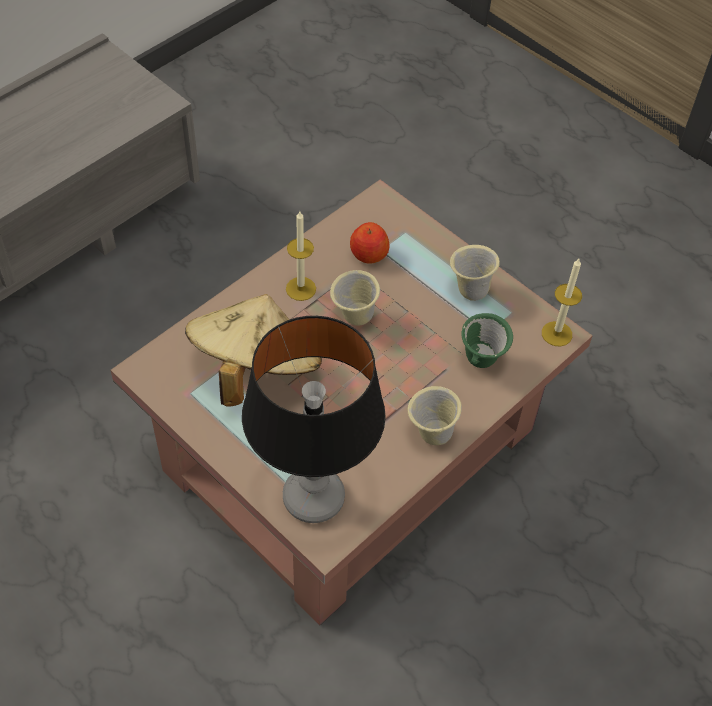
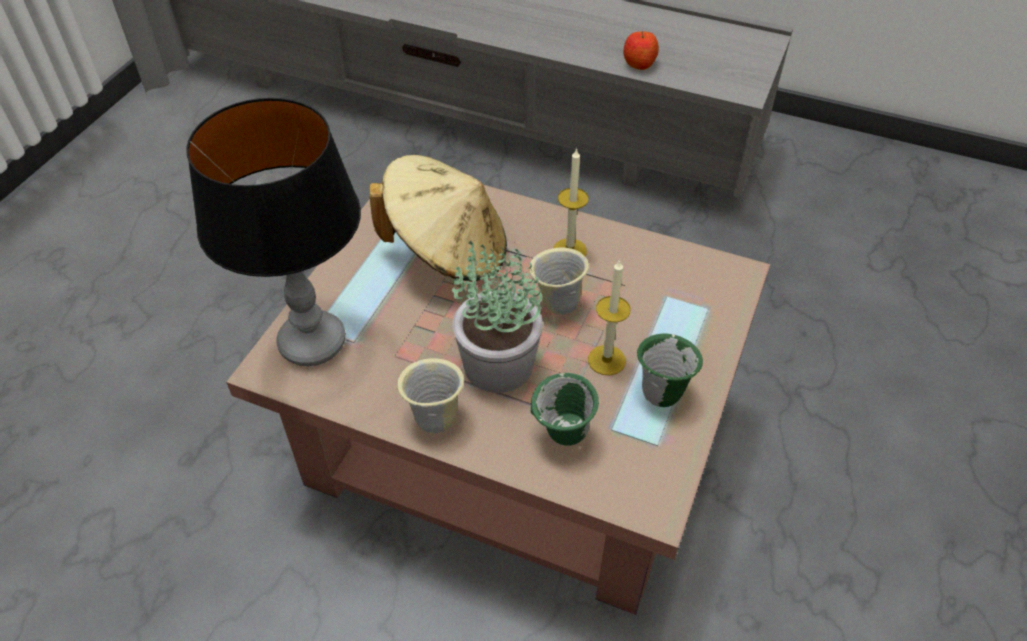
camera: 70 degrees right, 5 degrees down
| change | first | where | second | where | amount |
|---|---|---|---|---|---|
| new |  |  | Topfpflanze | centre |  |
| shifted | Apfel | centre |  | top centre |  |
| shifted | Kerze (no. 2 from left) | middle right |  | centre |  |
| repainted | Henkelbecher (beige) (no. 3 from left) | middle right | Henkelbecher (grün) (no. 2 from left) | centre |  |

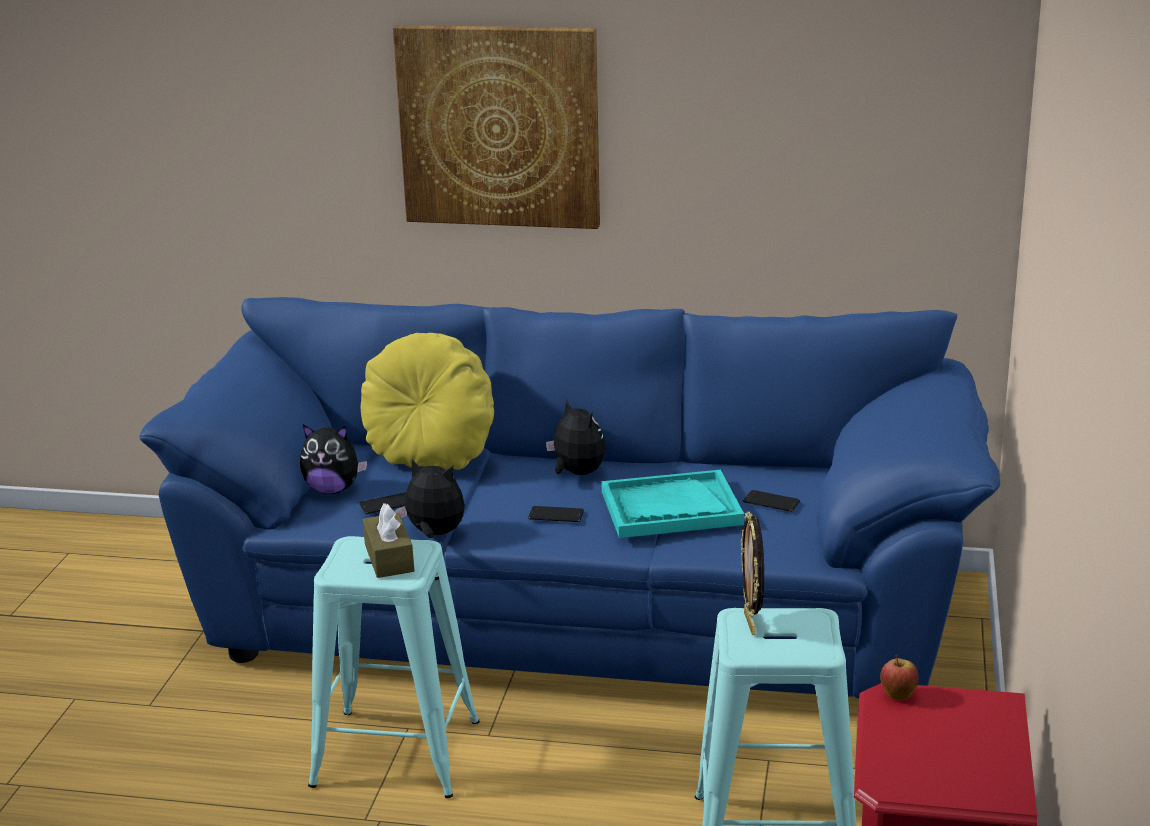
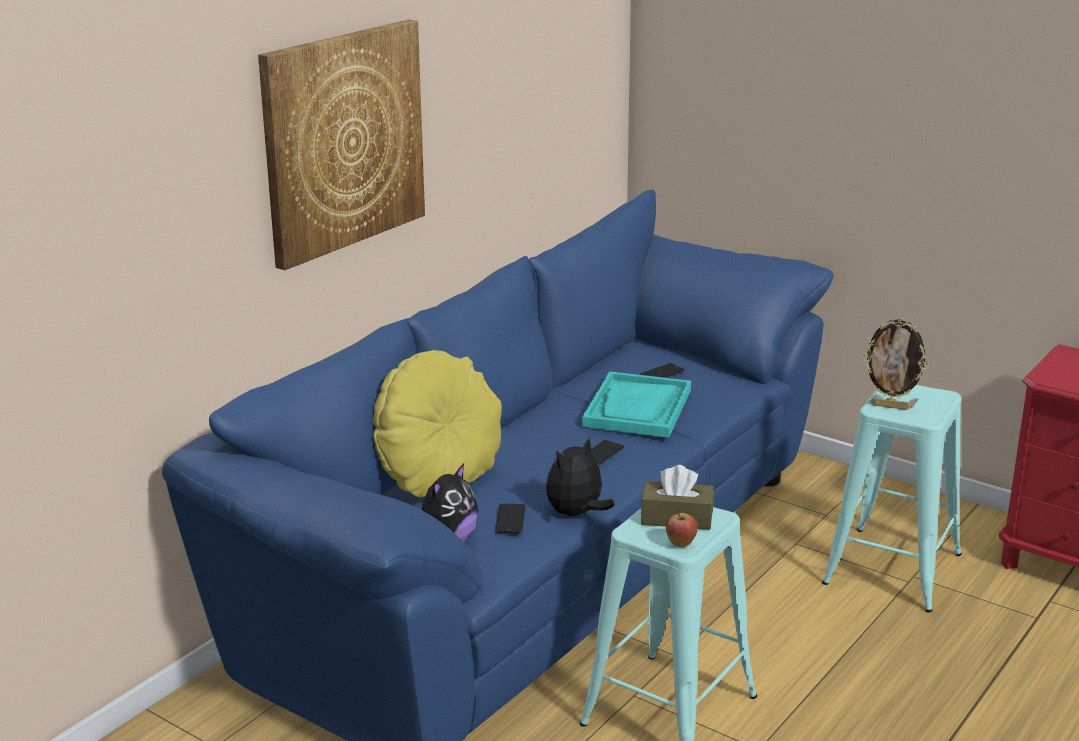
camera: 65 degrees left, 0 degrees up
| change | first | where | second | where | amount |
|---|---|---|---|---|---|
| gone | Plüschtier (no. 3 from left) | centre |  |  |  |
| shifted | Apfel | bottom right |  | bottom centre |  |

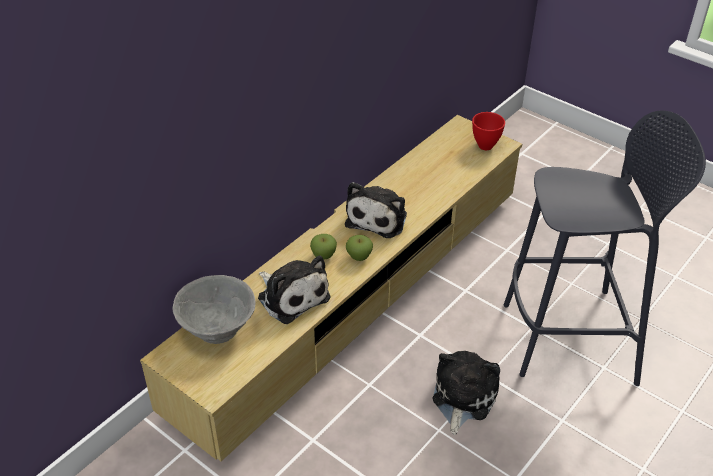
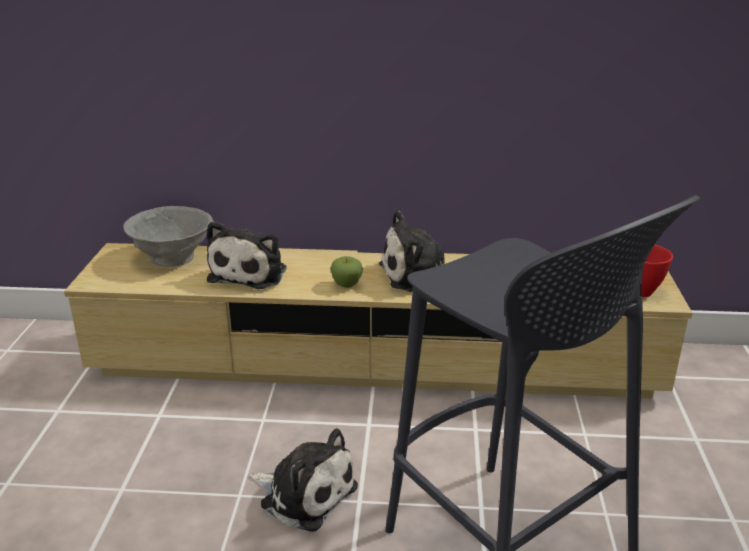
camera: 55 degrees right, 15 degrees down
| change | first | where | second | where | amount |
|---|---|---|---|---|---|
| gone | Apfel (no. 1 from left) | centre |  |  |  |
| rotated | Plüschtier (no. 3 from left in the first image) | bottom centre | Plüschtier (no. 2 from left) | bottom centre | 45 degrees clockwise |

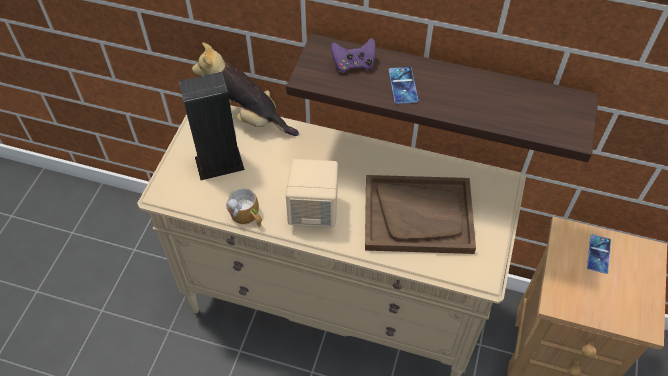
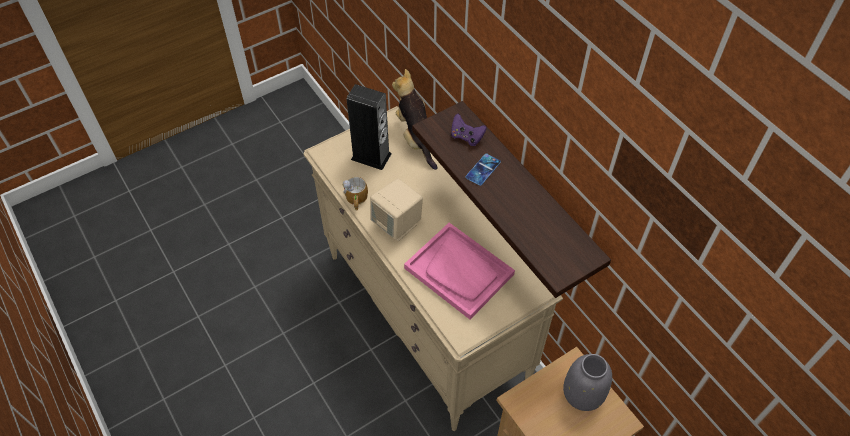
camera: 40 degrees right, 0 degrees up
| change | first | where | second | where | amount |
|---|---|---|---|---|---|
| swapped | Handy (no. 2 from left) | bottom right | Vase (grau) | bottom right |  |
| repainted | Tablett (braun) | centre | Tablett (rosa) | centre |  |

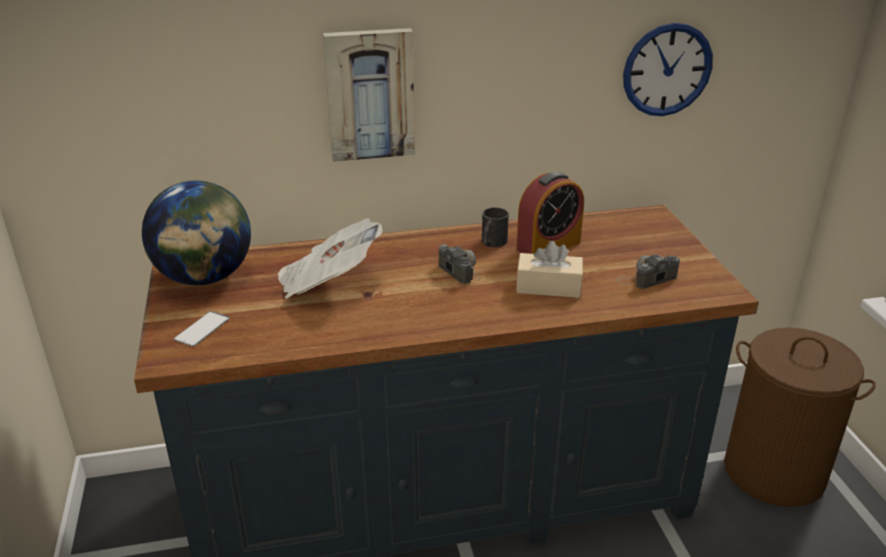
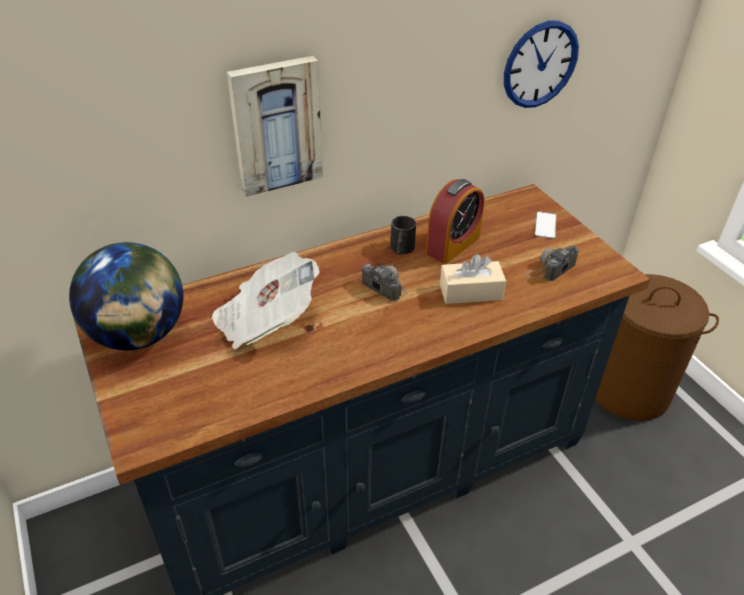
camera: 15 degrees left, 10 degrees up
| change | first | where | second | where | amount |
|---|---|---|---|---|---|
| shifted | Handy | middle left |  | middle right |  |

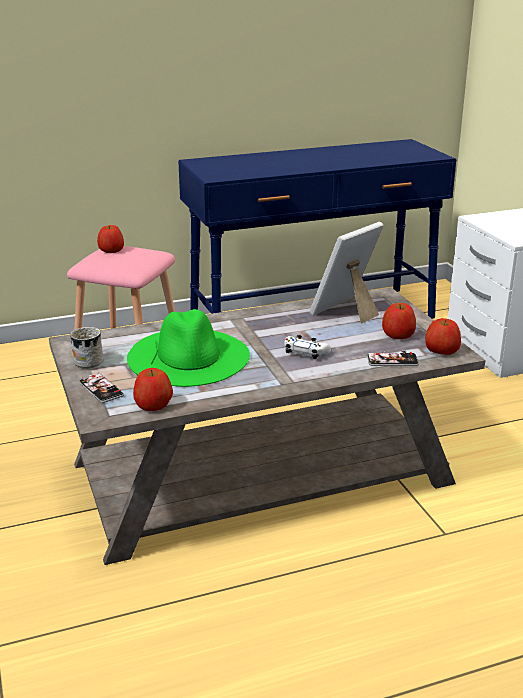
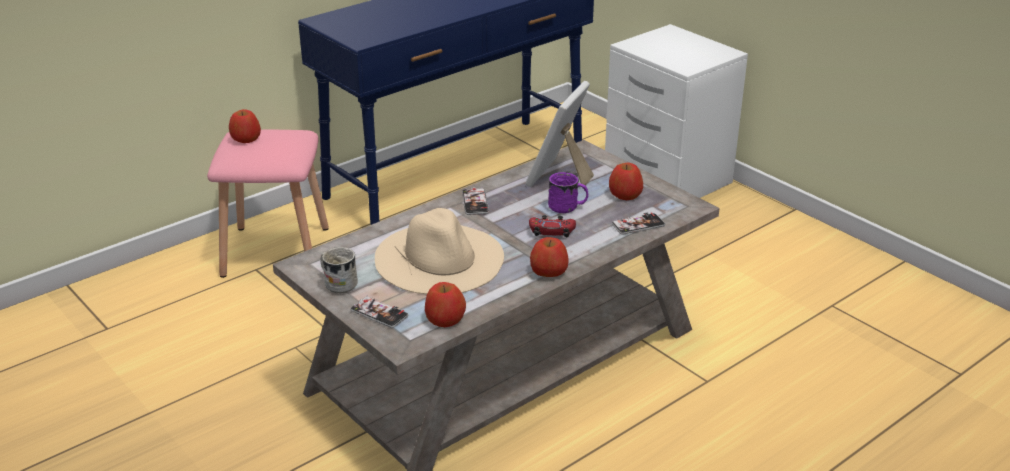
camera: 20 degrees left, 5 degrees up
| change | first | where | second | where | amount |
|---|---|---|---|---|---|
| new |  |  | Handy (no. 2 from left) | centre |  |
| new |  |  | Henkelbecher (lila) | centre |  |
| shifted | Apfel (no. 4 from left in the first image) | middle right | Apfel (no. 3 from left) | centre |  |
| repainted | Hut (grün) | centre | Hut (beige) | centre |  |
| repainted | Gamepad (weiß) | centre | Gamepad (rot) | centre |  |

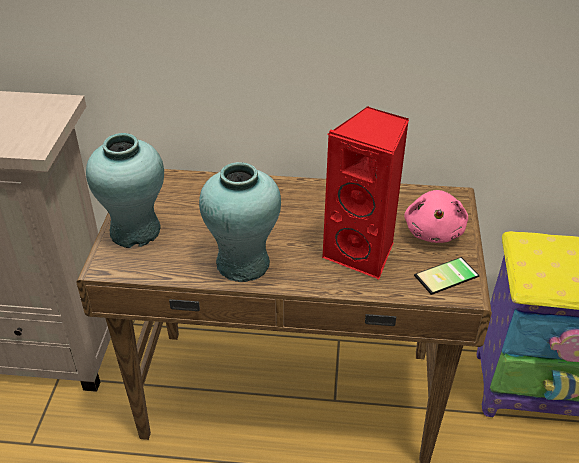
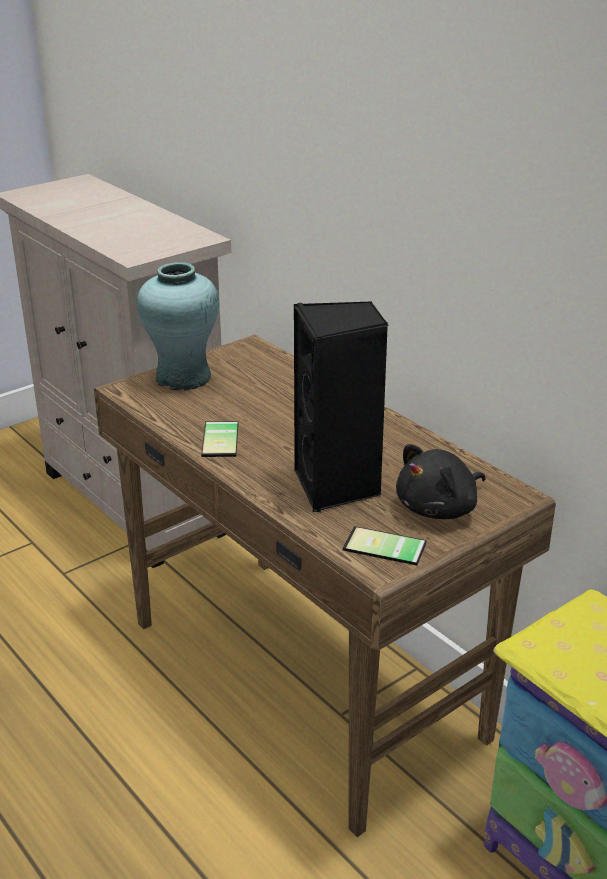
camera: 45 degrees right, 10 degrees down
| change | first | where | second | where | amount |
|---|---|---|---|---|---|
| swapped | Vase (türkis) (no. 2 from left) | centre | Handy (no. 1 from left) | centre |  |
| repainted | Lautsprecher (rot) | centre | Lautsprecher (schwarz) | centre |  |
| repainted | Plüschtier (rosa) | middle right | Plüschtier (schwarz) | middle right |  |

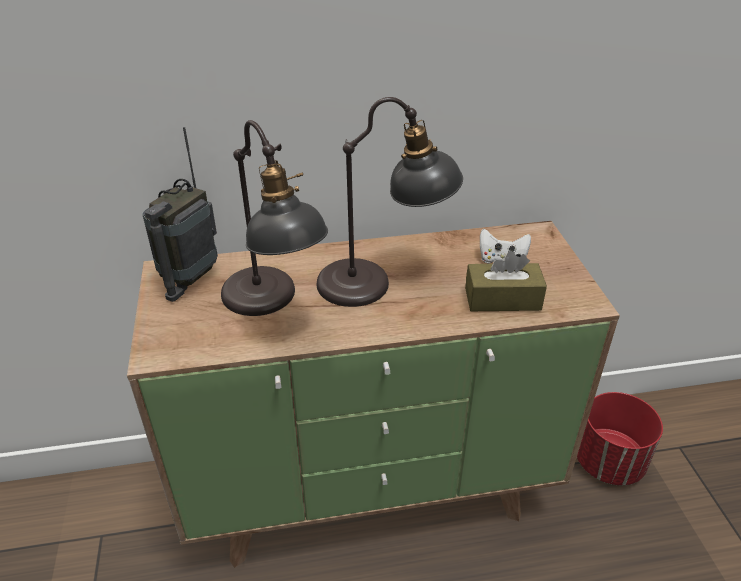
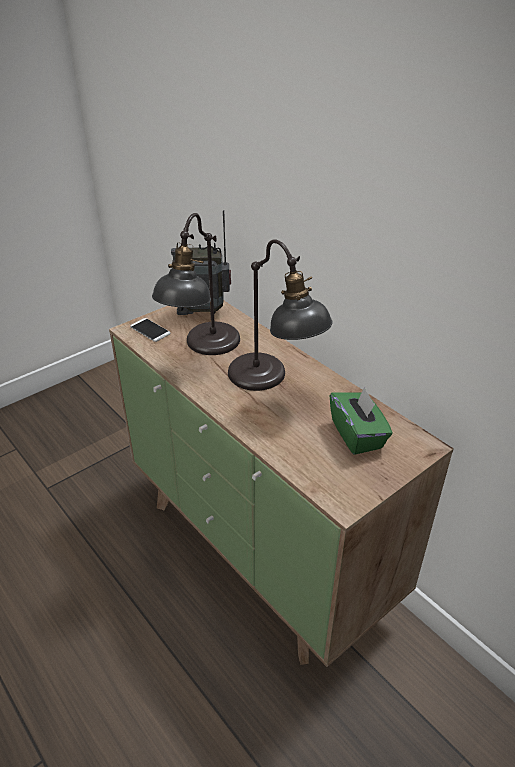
camera: 60 degrees right, 0 degrees up
| change | first | where | second | where | amount |
|---|---|---|---|---|---|
| gone | Taschentuchbox (braun) | middle right |  |  |  |
| gone | Pflanzkübel (rot) | bottom right |  |  |  |
| new |  |  | Handy | middle left |  |
| swapped | Gamepad (weiß) | middle right | Taschentuchbox (grün) | middle right |  |

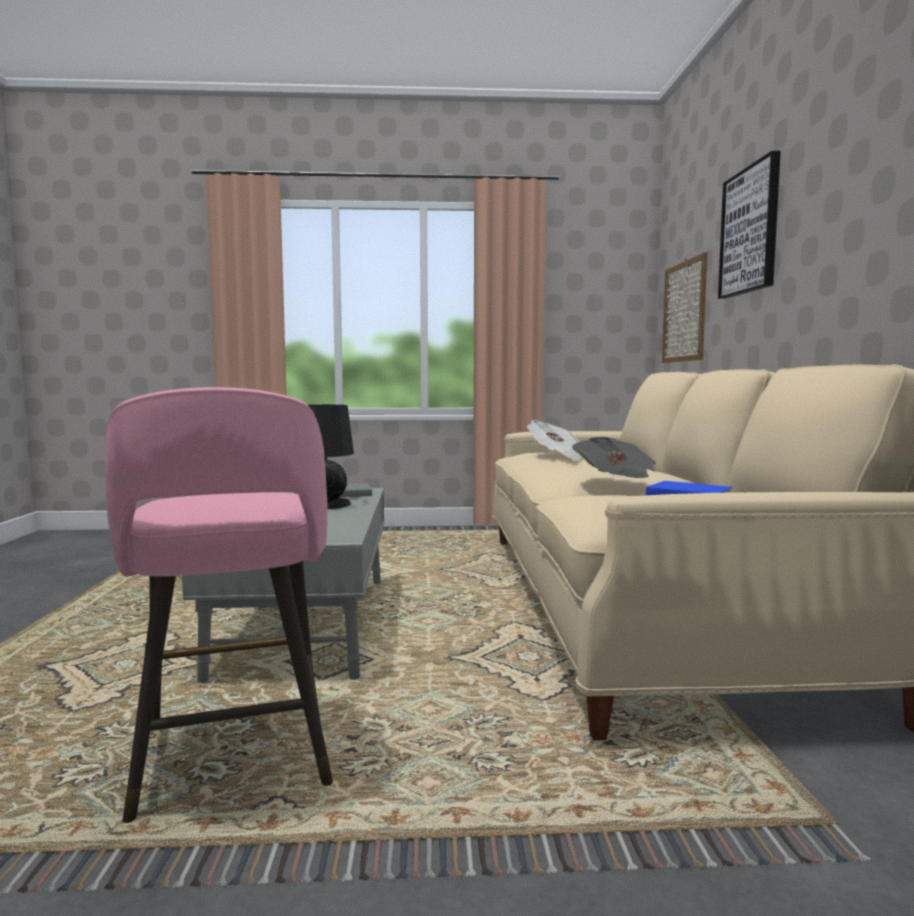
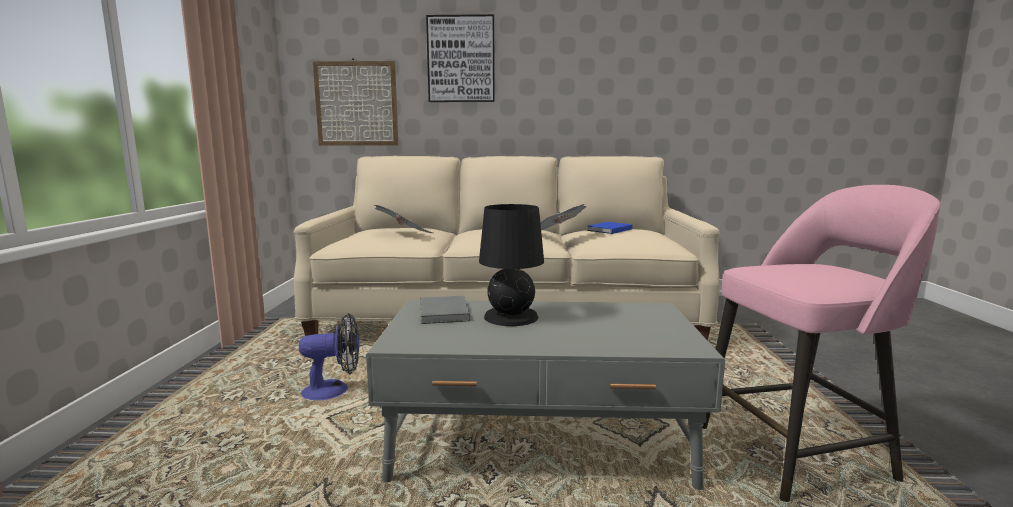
camera: 85 degrees left, 5 degrees up
| change | first | where | second | where | amount |
|---|---|---|---|---|---|
| new |  |  | Ventilator | bottom left |  |

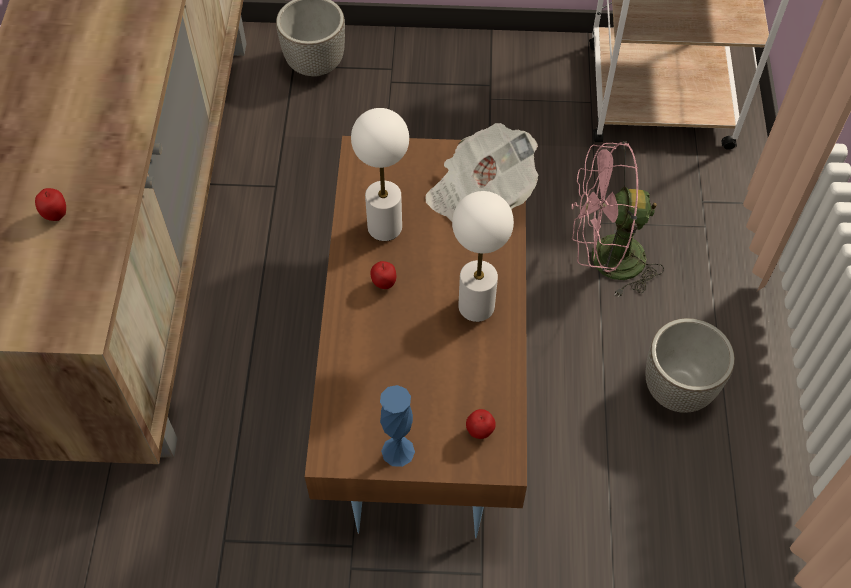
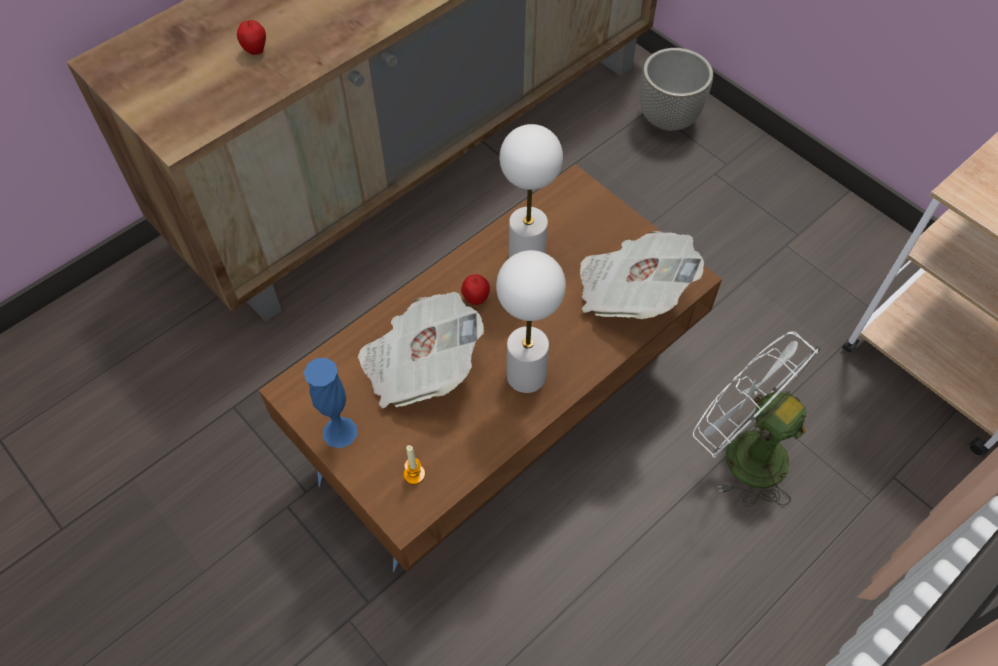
camera: 45 degrees right, 0 degrees up
| change | first | where | second | where | amount |
|---|---|---|---|---|---|
| gone | Pflanzkübel (no. 2 from left) | middle right |  |  |  |
| new |  |  | Zeitung (no. 1 from left) | centre |  |
| swapped | Apfel (no. 3 from left) | bottom centre | Kerze | bottom centre |  |
| repainted | Ventilator (rosa) | middle right | Ventilator (weiß) | middle right |  |

